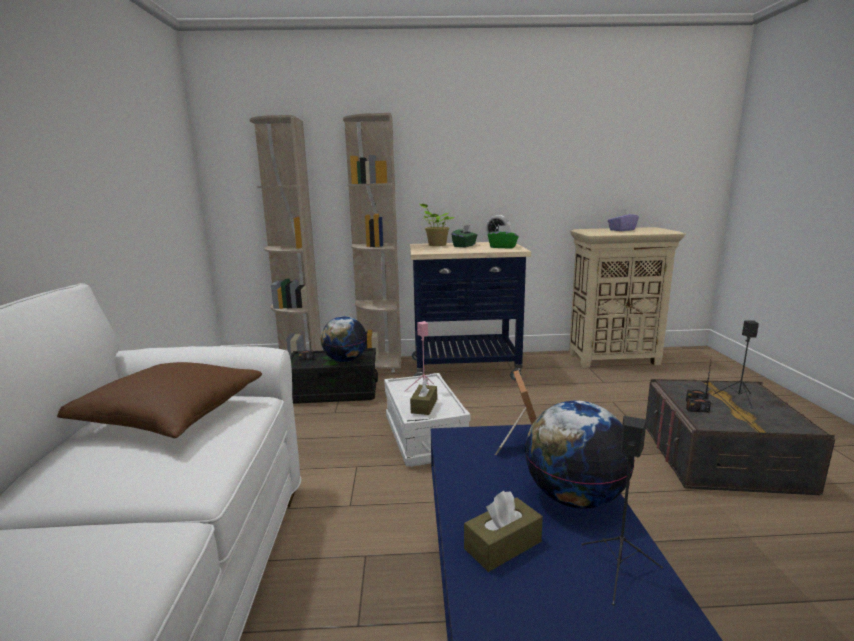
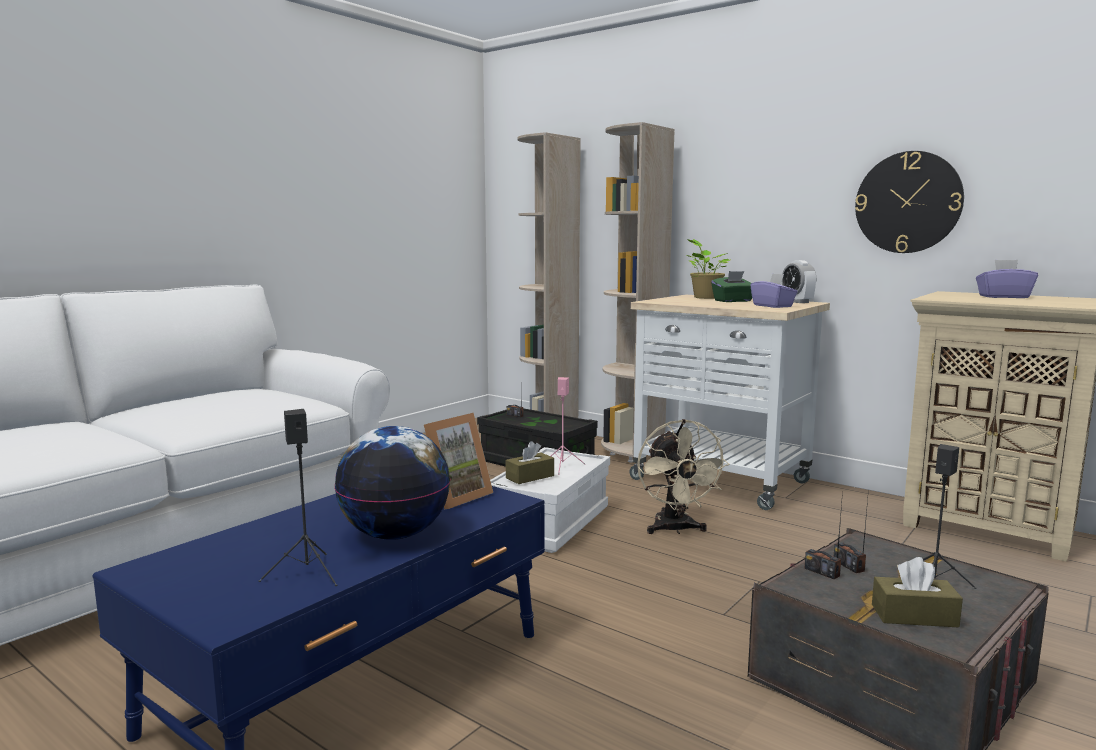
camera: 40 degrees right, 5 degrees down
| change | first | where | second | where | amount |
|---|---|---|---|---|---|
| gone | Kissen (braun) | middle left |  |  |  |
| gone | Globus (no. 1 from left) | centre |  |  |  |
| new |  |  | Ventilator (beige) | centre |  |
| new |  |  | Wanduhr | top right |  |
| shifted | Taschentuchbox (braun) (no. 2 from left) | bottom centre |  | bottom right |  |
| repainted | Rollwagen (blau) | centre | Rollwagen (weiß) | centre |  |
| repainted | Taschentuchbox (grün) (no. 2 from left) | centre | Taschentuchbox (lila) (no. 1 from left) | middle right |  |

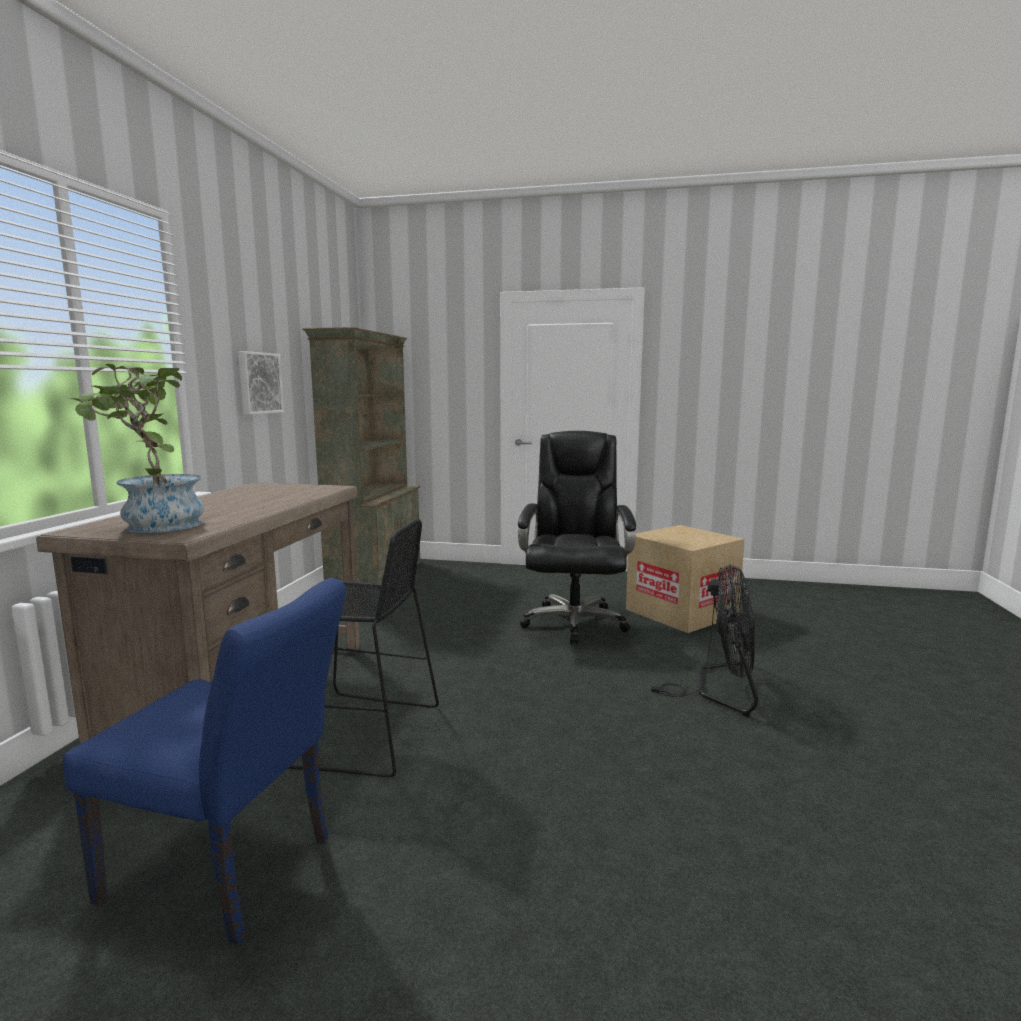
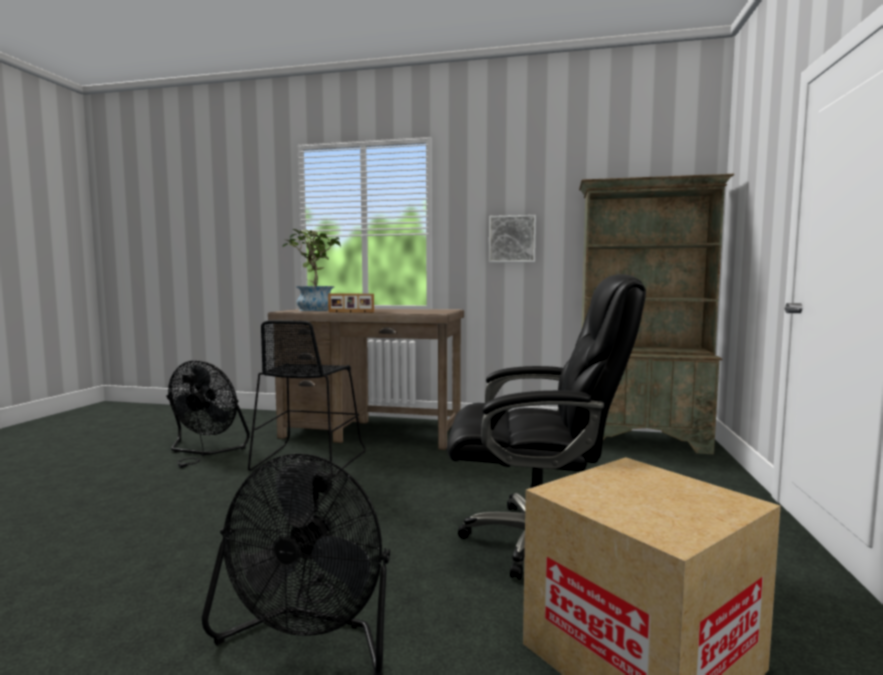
camera: 90 degrees right, 5 degrees down
| change | first | where | second | where | amount |
|---|---|---|---|---|---|
| new |  |  | Bilderrahmen | centre |  |
| swapped | Stuhl (blau) | bottom left | Ventilator (schwarz) (no. 1 from left) | middle left |  |

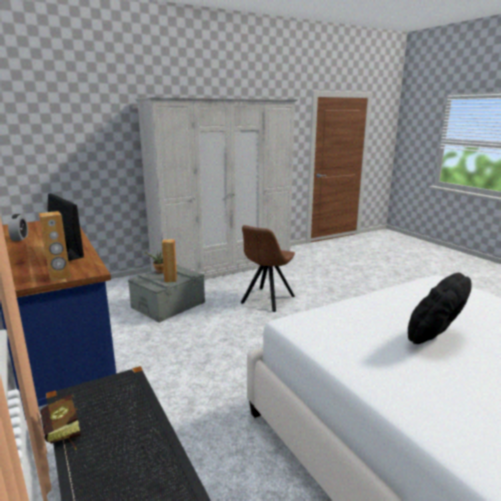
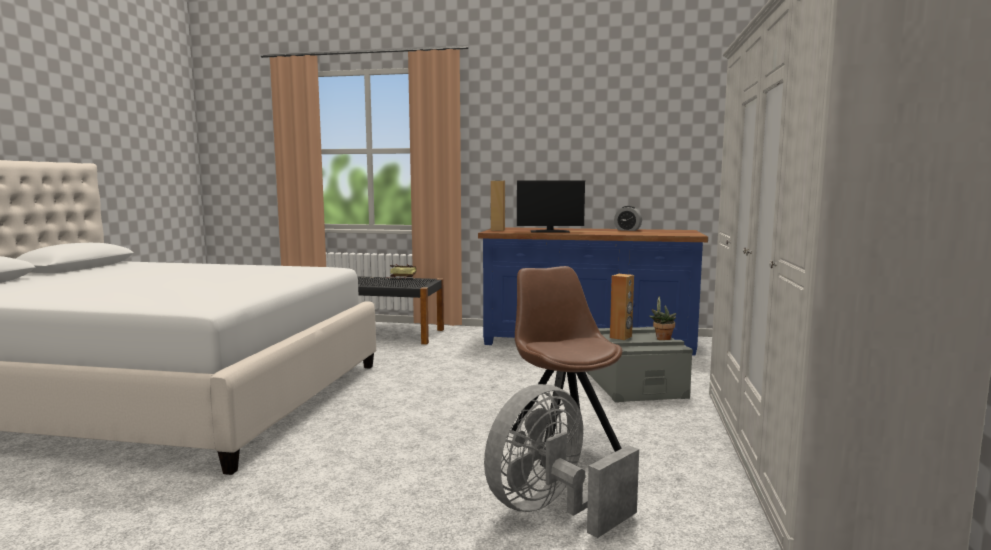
camera: 130 degrees right, 10 degrees down
| change | first | where | second | where | amount |
|---|---|---|---|---|---|
| gone | Kissen (schwarz) | middle right |  |  |  |
| new |  |  | Ventilator (grau) | bottom centre |  |

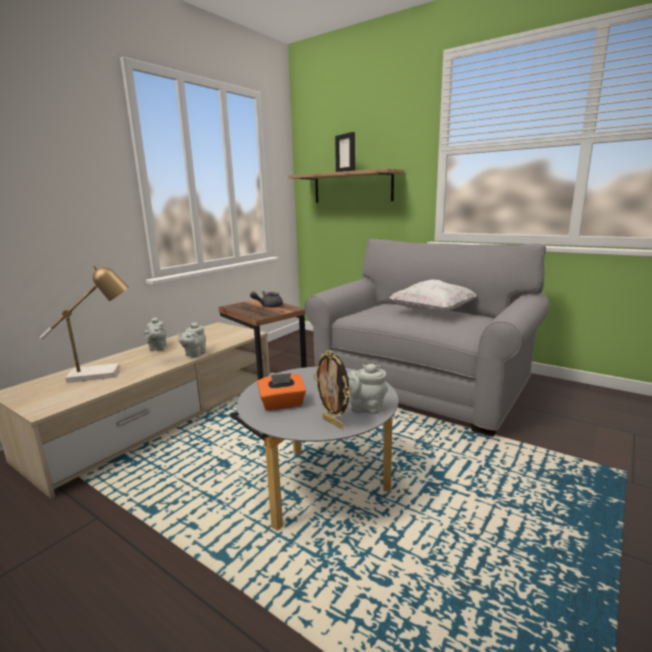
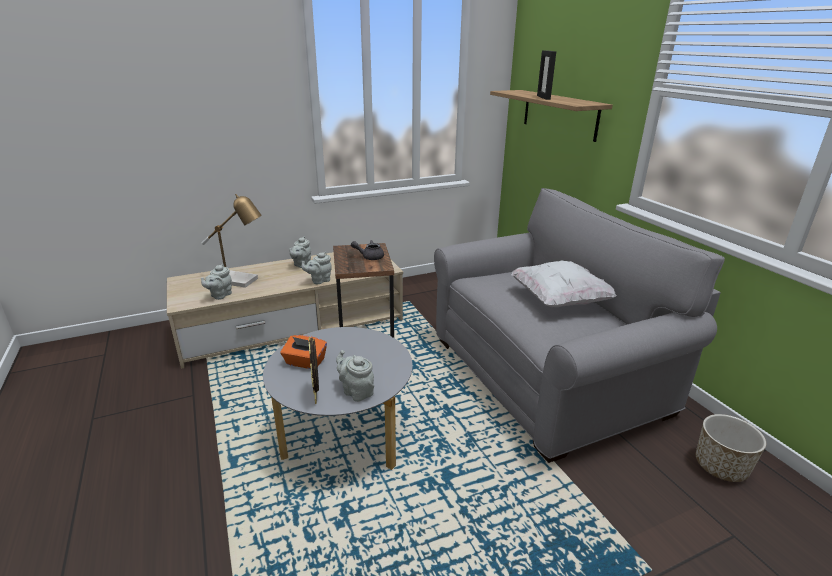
camera: 30 degrees right, 10 degrees up
| change | first | where | second | where | amount |
|---|---|---|---|---|---|
| new |  |  | Teekanne (grau) (no. 1 from left) | middle left |  |
| new |  |  | Pflanzkübel | bottom right |  |

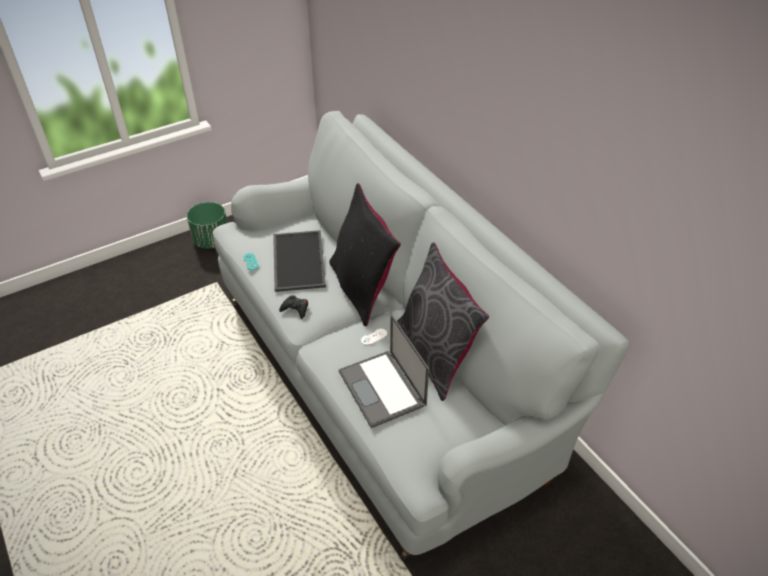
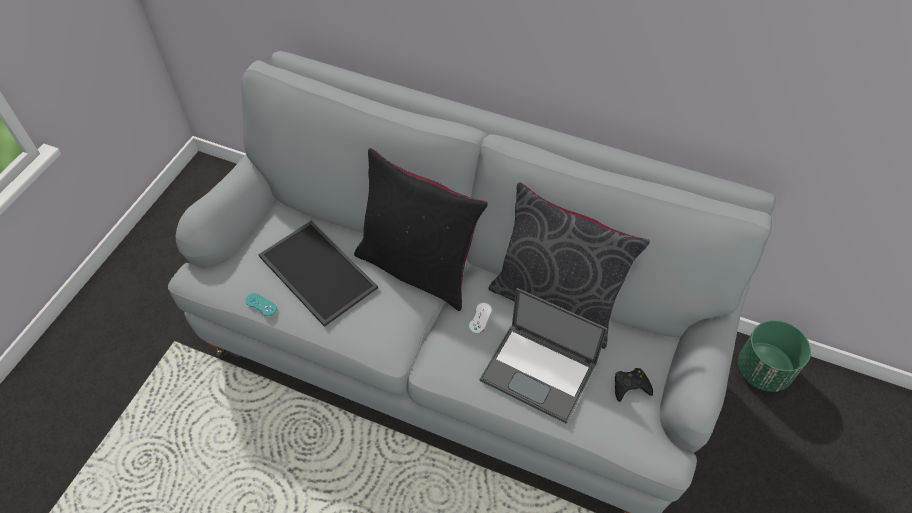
camera: 35 degrees left, 10 degrees up
| change | first | where | second | where | amount |
|---|---|---|---|---|---|
| shifted | Pflanzkübel (grün) | middle left |  | bottom right |  |
| shifted | Gamepad (schwarz) | centre |  | bottom right |  |

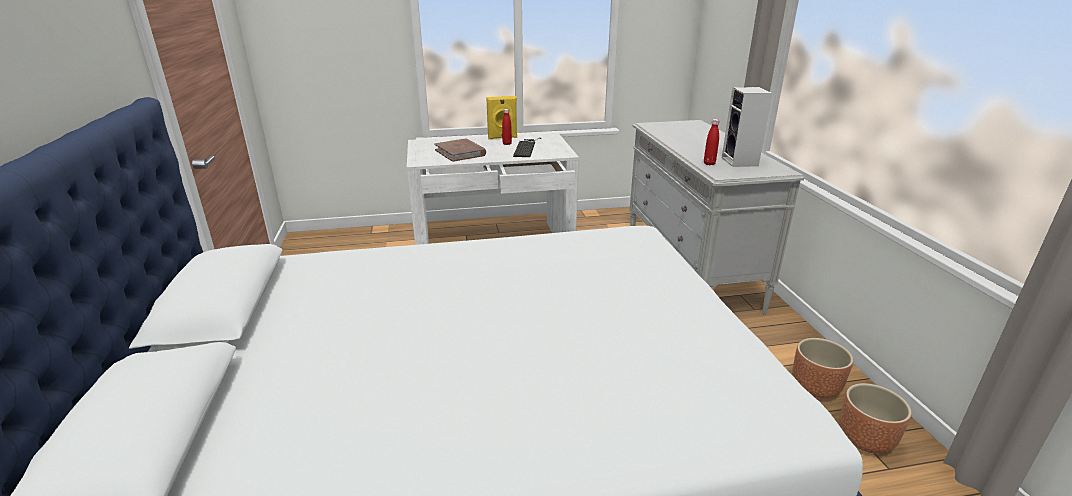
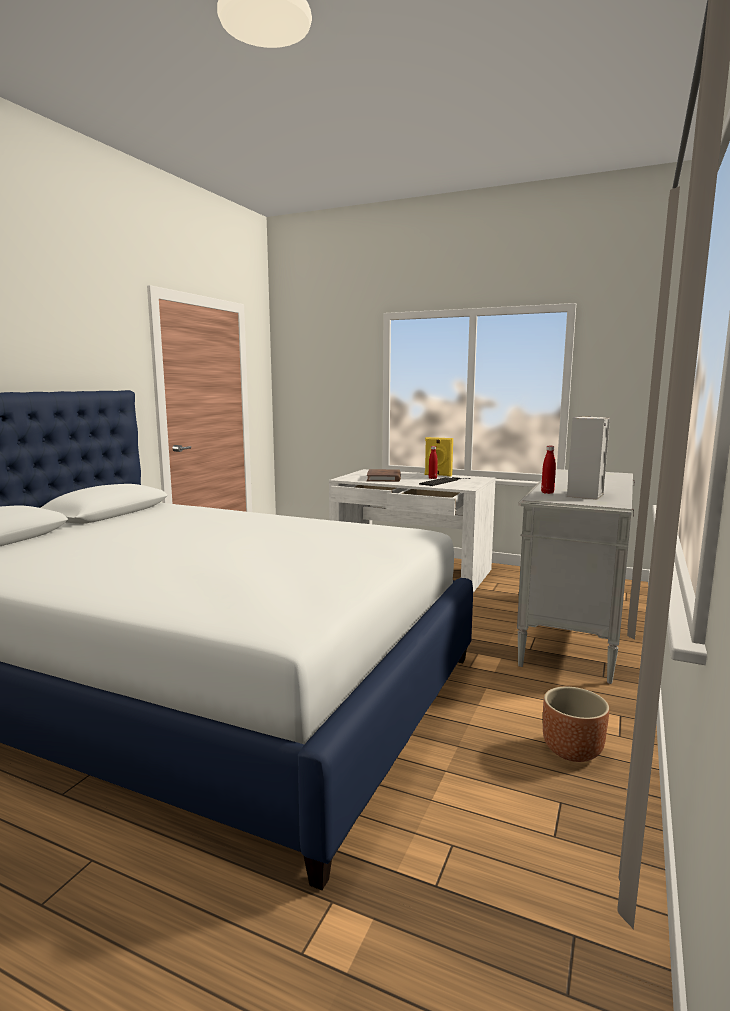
camera: 35 degrees right, 15 degrees down
| change | first | where | second | where | amount |
|---|---|---|---|---|---|
| gone | Pflanzkübel (braun) (no. 2 from left) | bottom right |  |  |  |

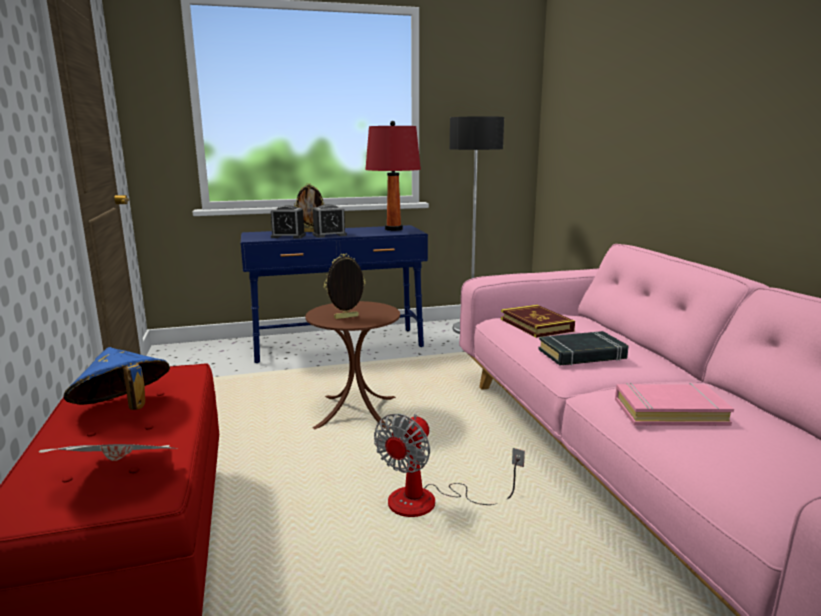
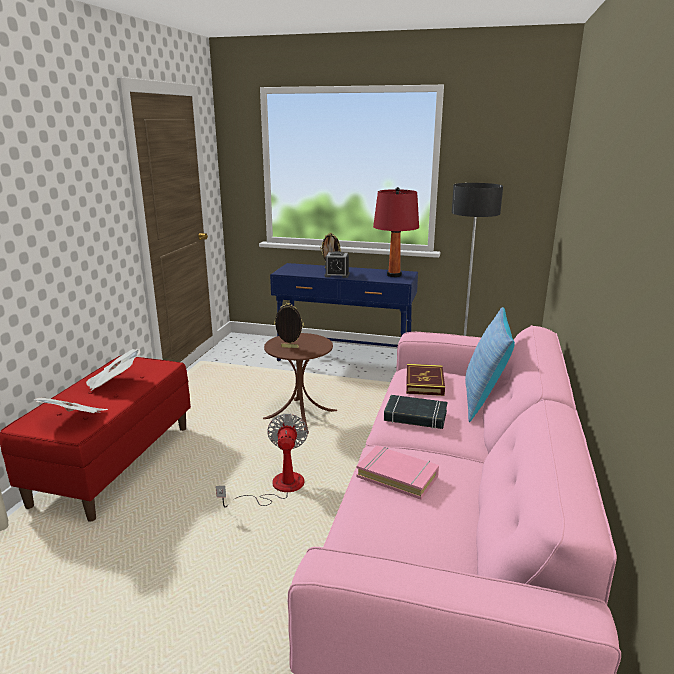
camera: 30 degrees right, 5 degrees up
| change | first | where | second | where | amount |
|---|---|---|---|---|---|
| gone | Wecker (no. 1 from left) | centre |  |  |  |
| new |  |  | Kissen | middle right |  |
| swapped | Hut (blau) | middle left | Zeitung (no. 2 from left) | middle left |  |
| rotated | Ventilator | bottom centre |  | bottom centre | 120 degrees clockwise |

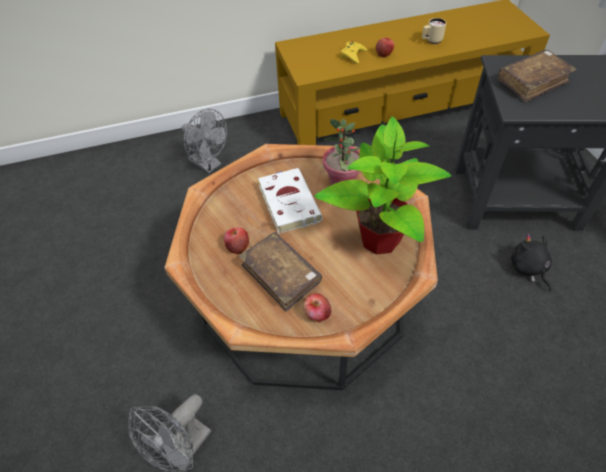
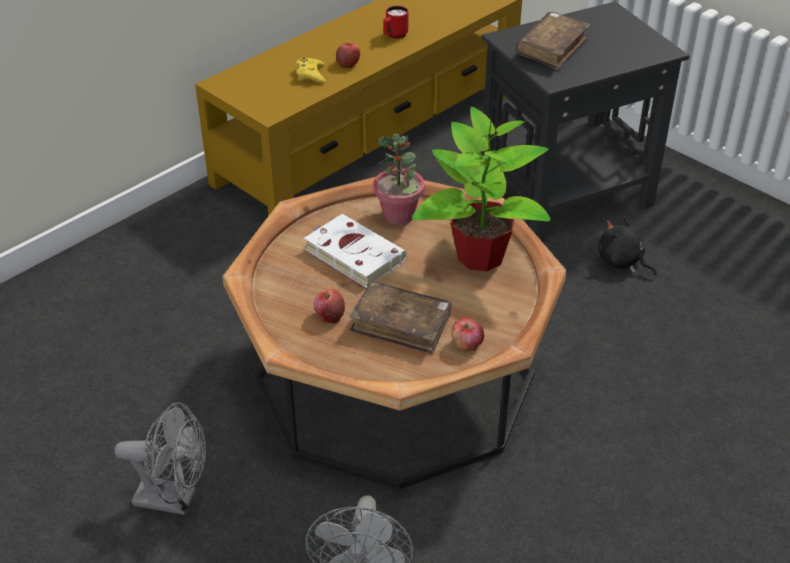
camera: 30 degrees left, 10 degrees down
| change | first | where | second | where | amount |
|---|---|---|---|---|---|
| shifted | Ventilator (grau) (no. 2 from left in the first image) | top centre | Ventilator (grau) (no. 1 from left) | bottom left |  |
| repainted | Henkelbecher (beige) | top right | Henkelbecher (rot) | top centre |  |

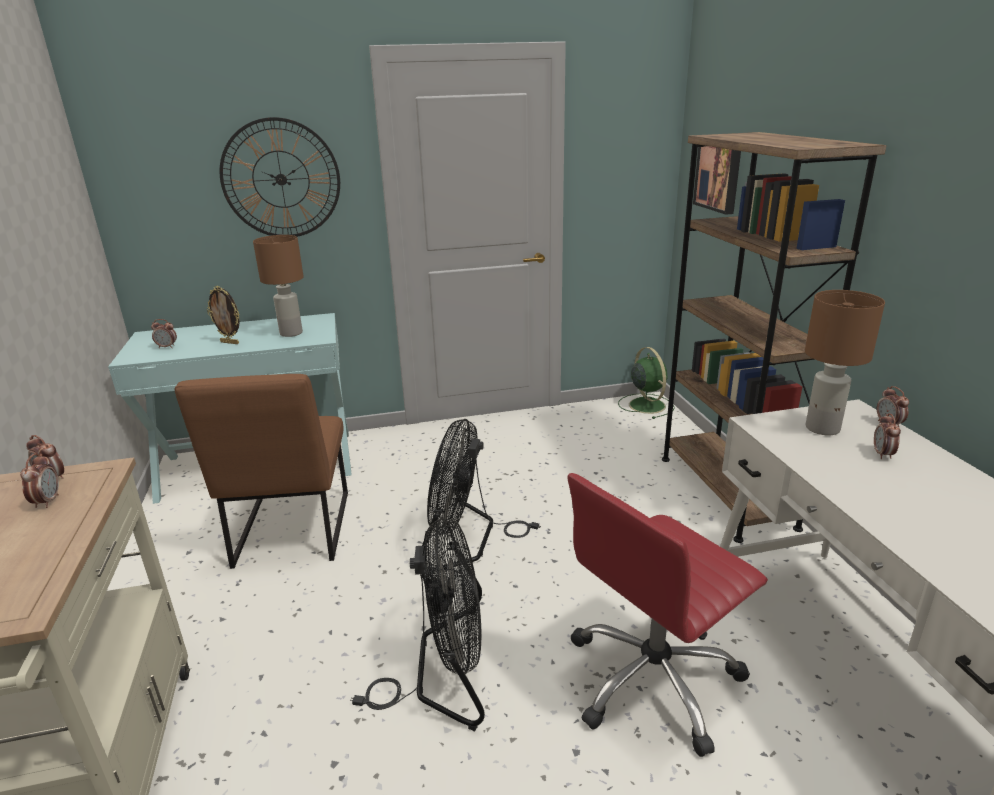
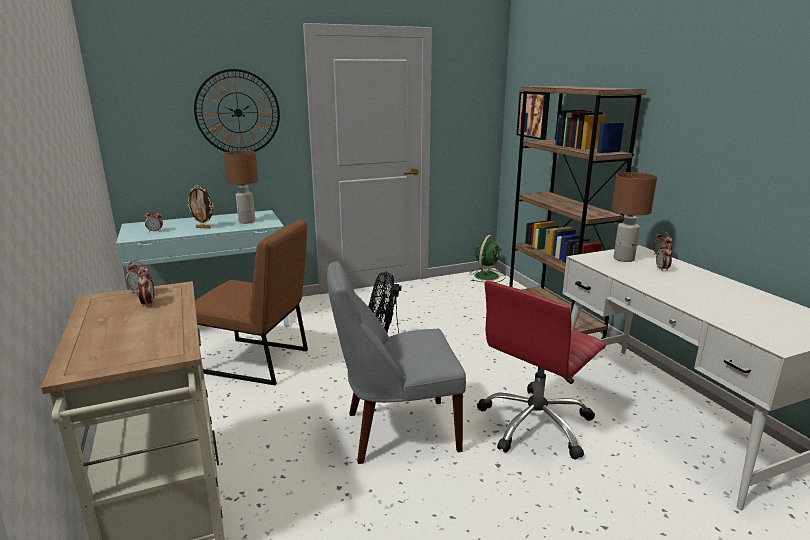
camera: 10 degrees left, 5 degrees down
| change | first | where | second | where | amount |
|---|---|---|---|---|---|
| swapped | Ventilator (schwarz) (no. 1 from left) | bottom centre | Stuhl (grau) | bottom centre |  |
| rotated | Stuhl (braun) | middle left |  | middle left | 60 degrees counterclockwise |
| rotated | Ventilator (grün) | centre |  | centre | 60 degrees clockwise |

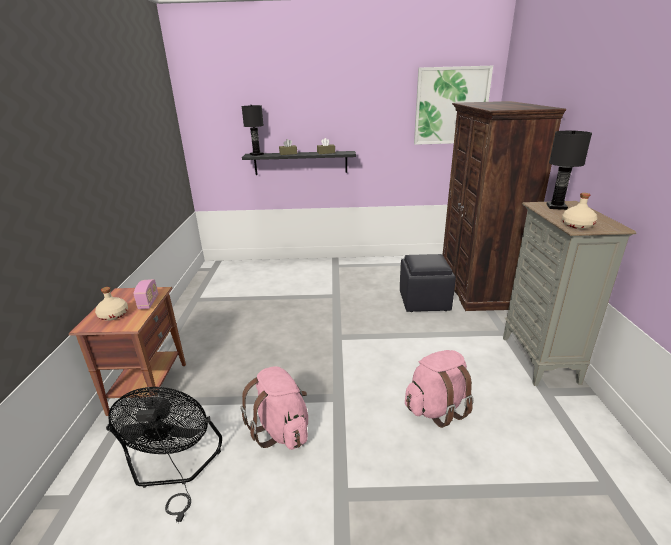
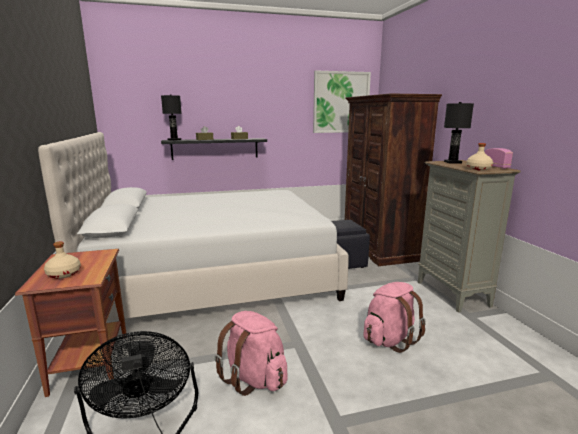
camera: 15 degrees left, 10 degrees down
| change | first | where | second | where | amount |
|---|---|---|---|---|---|
| new |  |  | Bett (weiß) | centre |  |
| shifted | Radio | middle left |  | middle right |  |

